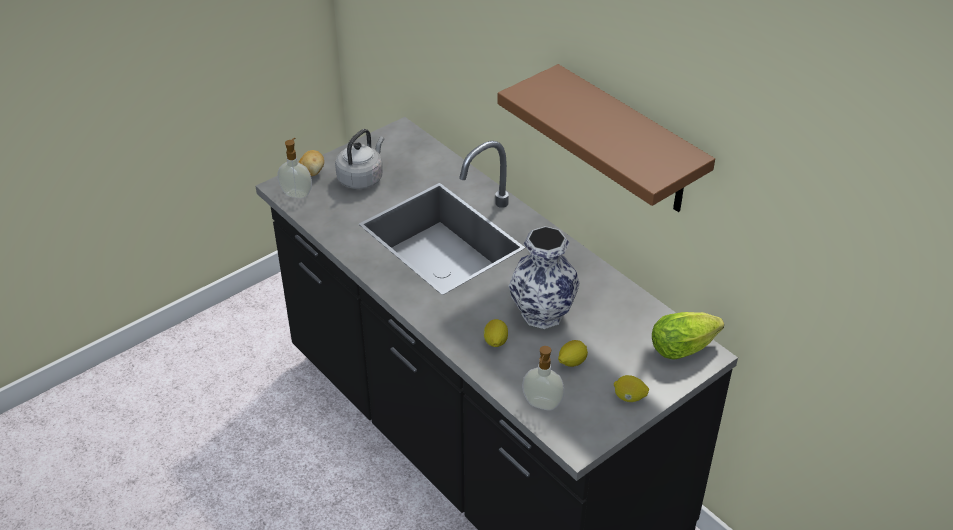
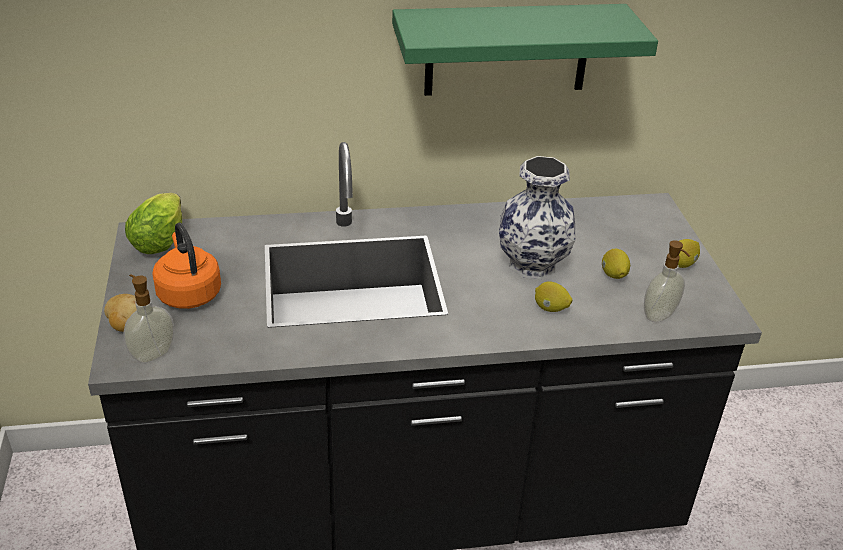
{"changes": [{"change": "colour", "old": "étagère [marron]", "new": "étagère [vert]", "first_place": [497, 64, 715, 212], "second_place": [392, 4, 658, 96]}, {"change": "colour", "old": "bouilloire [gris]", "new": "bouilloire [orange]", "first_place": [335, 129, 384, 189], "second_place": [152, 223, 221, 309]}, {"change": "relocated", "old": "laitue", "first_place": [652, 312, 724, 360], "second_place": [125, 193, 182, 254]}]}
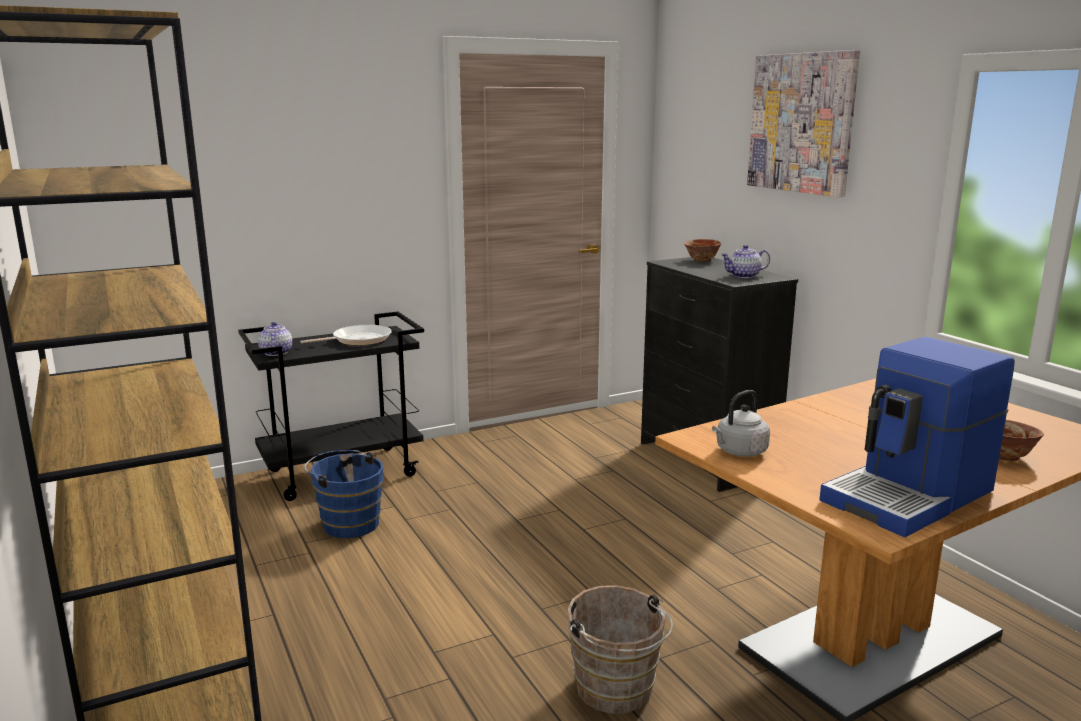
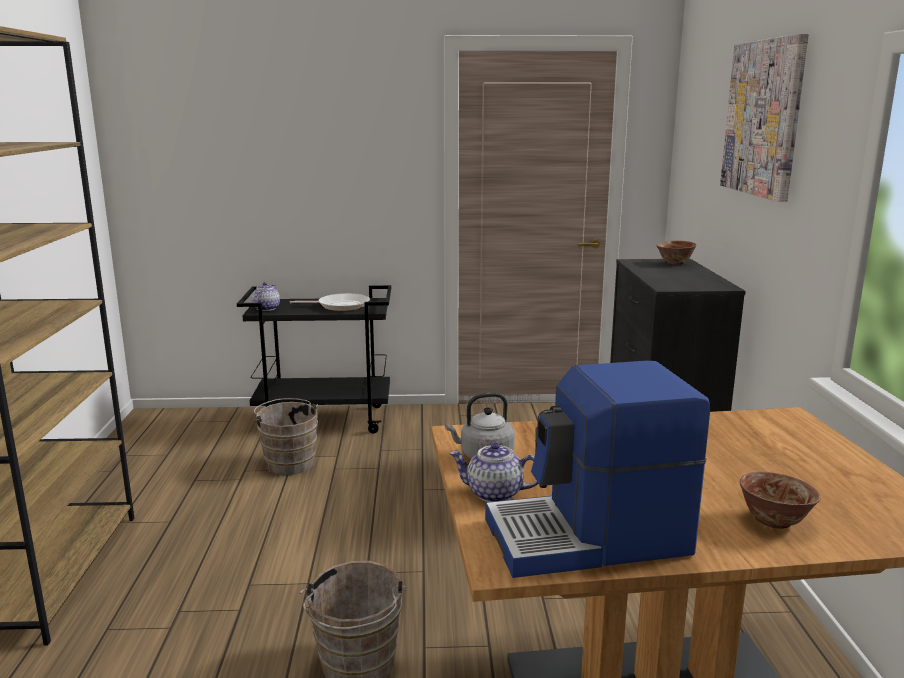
{"changes": [{"change": "relocated", "old": "théière", "first_place": [721, 245, 770, 278], "second_place": [449, 442, 539, 502]}, {"change": "colour", "old": "seau [bleu]", "new": "seau [marron]", "first_place": [304, 450, 383, 538], "second_place": [254, 398, 318, 475]}]}
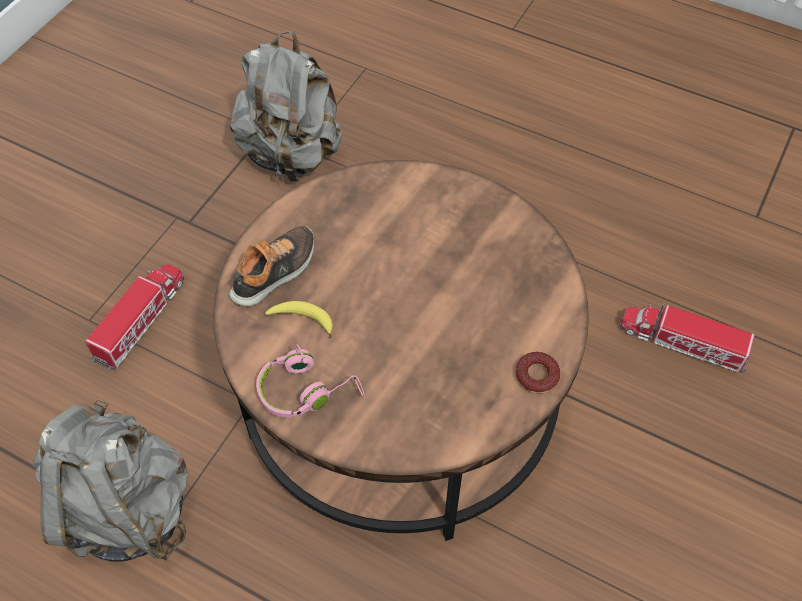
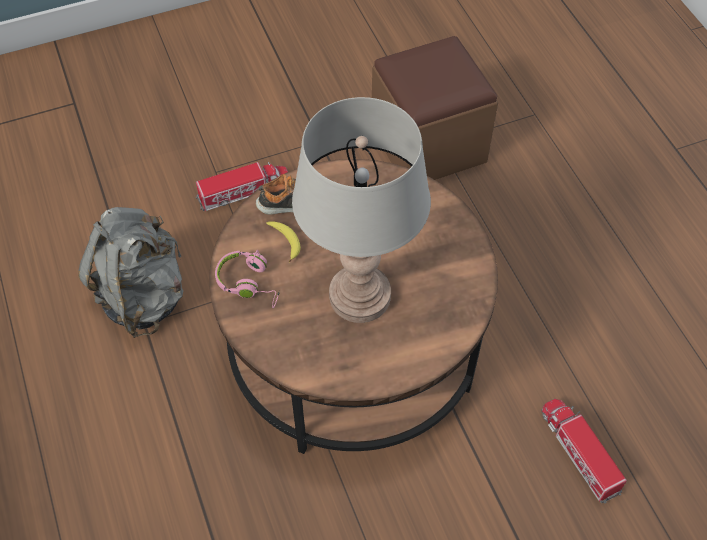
{"changes": [{"change": "exchanged", "old": "sac à dos [gris]", "new": "pouf [marron]", "first_place": [230, 31, 342, 182], "second_place": [372, 36, 498, 180]}, {"change": "missing", "old": "beignet", "first_place": [516, 352, 560, 393]}, {"change": "appeared", "new": "lampe de table [gris]", "second_place": [292, 97, 431, 323]}]}
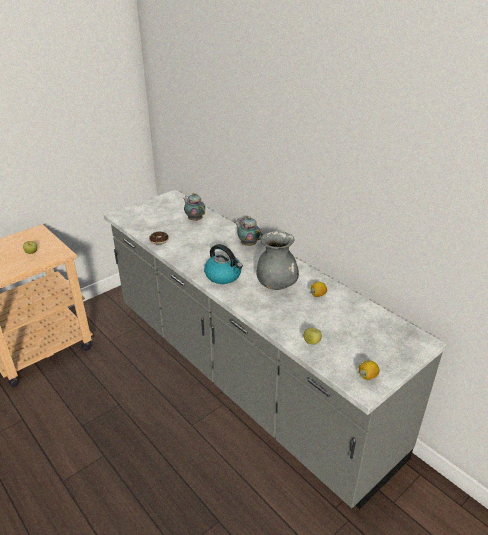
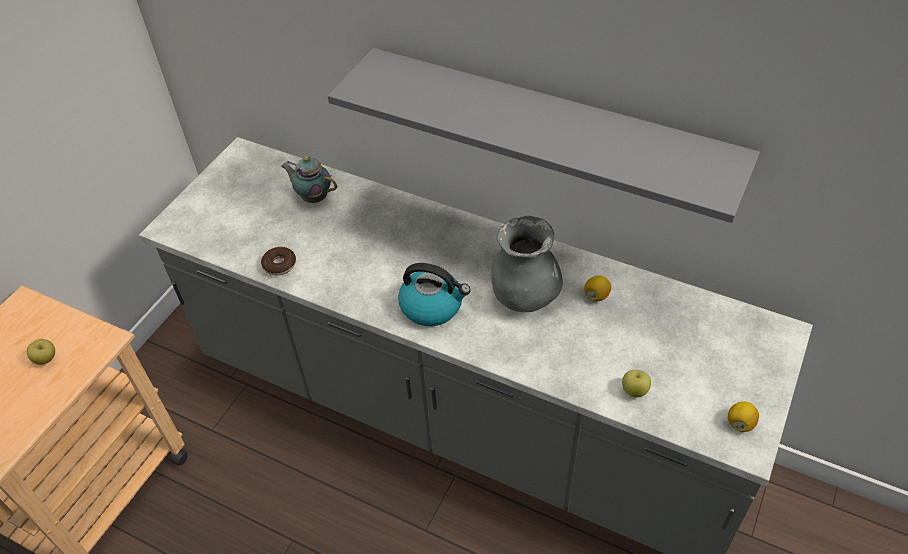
{"changes": [{"change": "missing", "old": "théière", "first_place": [235, 216, 263, 246]}, {"change": "appeared", "new": "étagère [gris]", "second_place": [328, 48, 760, 223]}]}
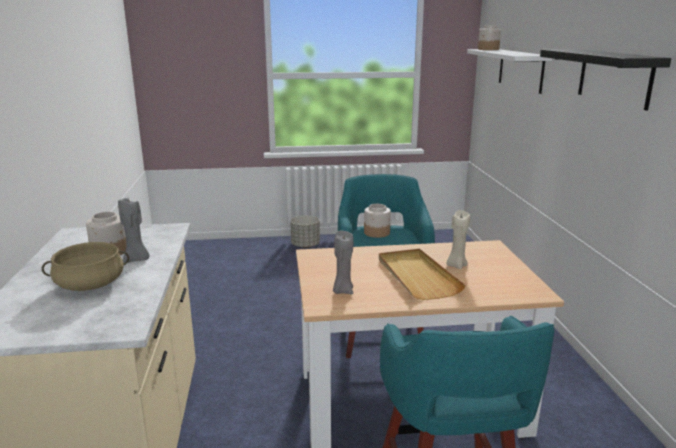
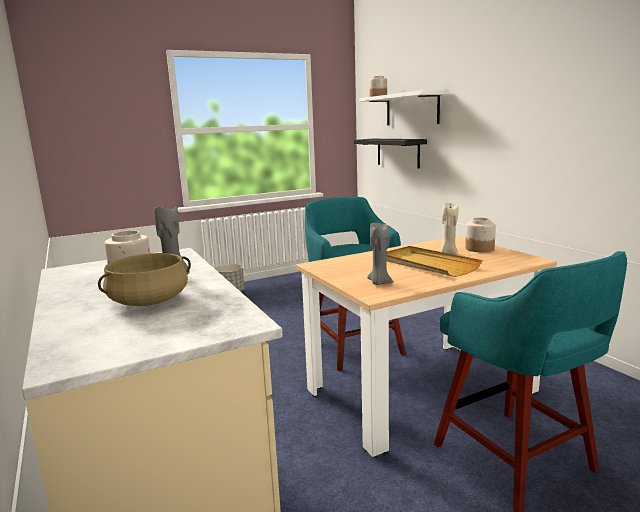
{"changes": [{"change": "relocated", "old": "étagère [noir]", "first_place": [540, 49, 671, 111], "second_place": [354, 139, 427, 168]}, {"change": "relocated", "old": "bocal", "first_place": [364, 204, 391, 238], "second_place": [465, 217, 496, 252]}]}
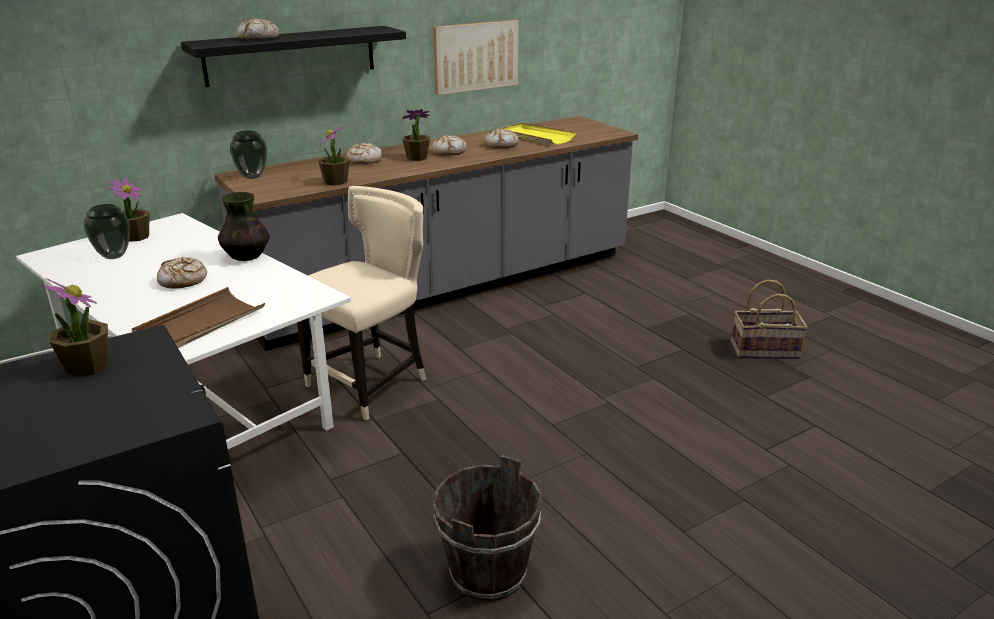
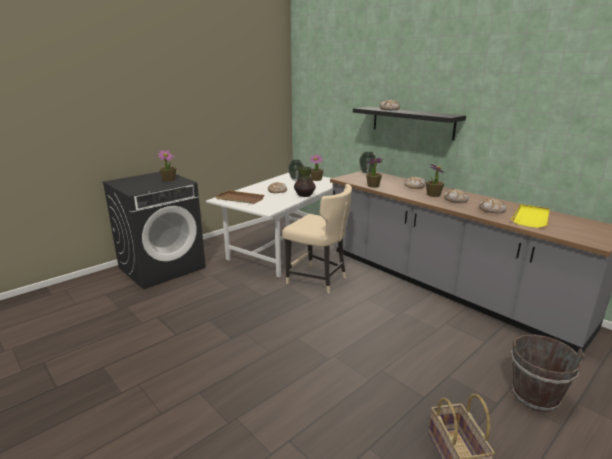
{"changes": [{"change": "missing", "old": "tableau", "first_place": [433, 20, 519, 95]}, {"change": "relocated", "old": "seau [marron]", "first_place": [432, 456, 542, 601], "second_place": [511, 334, 585, 412]}]}
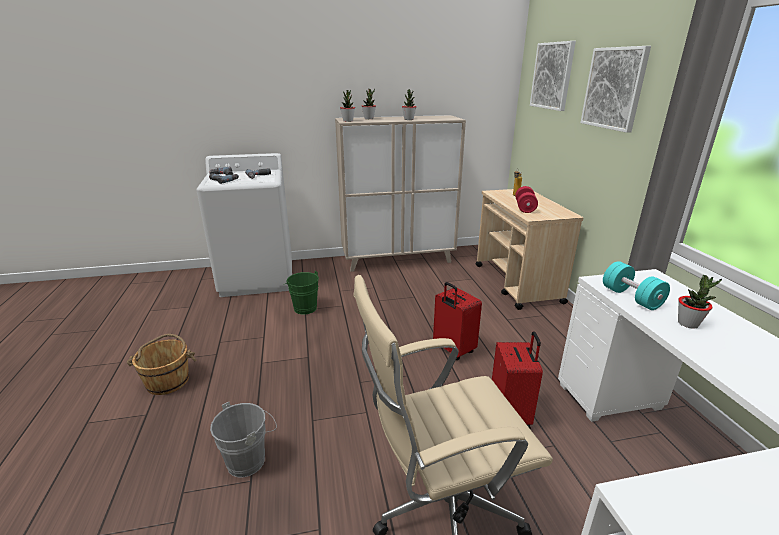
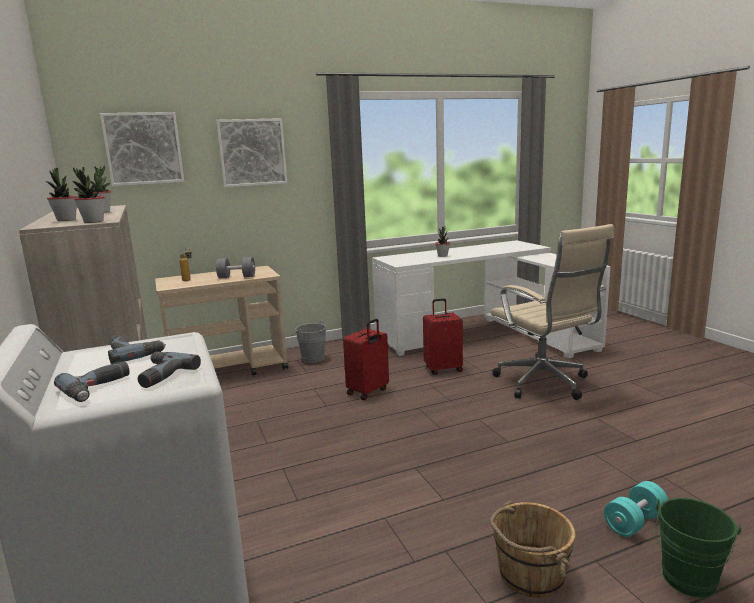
{"changes": [{"change": "colour", "old": "haltère [rouge]", "new": "haltère [gris]", "first_place": [515, 186, 538, 213], "second_place": [216, 257, 255, 278]}, {"change": "relocated", "old": "haltère [turquoise]", "first_place": [603, 261, 670, 310], "second_place": [604, 481, 668, 537]}, {"change": "relocated", "old": "seau [vert]", "first_place": [283, 271, 319, 315], "second_place": [655, 498, 741, 598]}, {"change": "relocated", "old": "seau [gris]", "first_place": [210, 402, 277, 477], "second_place": [291, 320, 326, 363]}]}
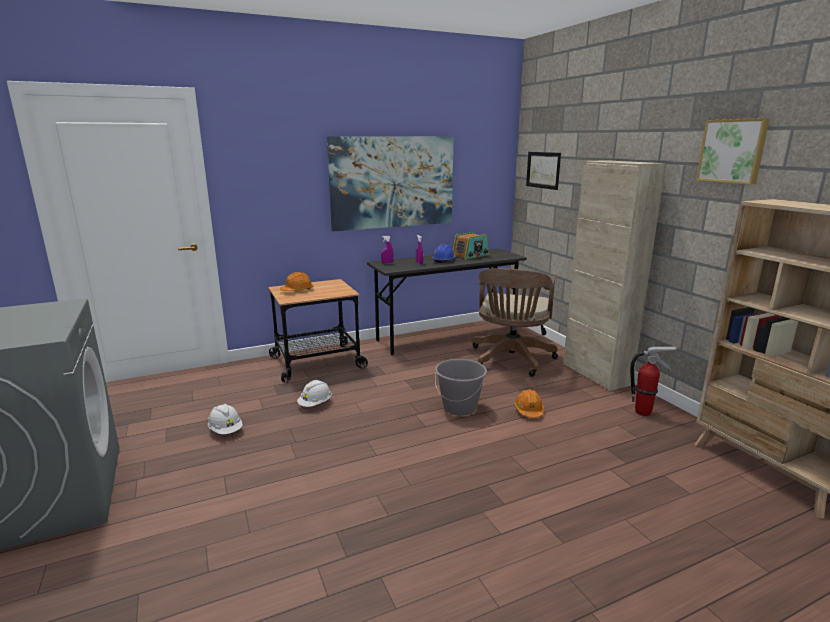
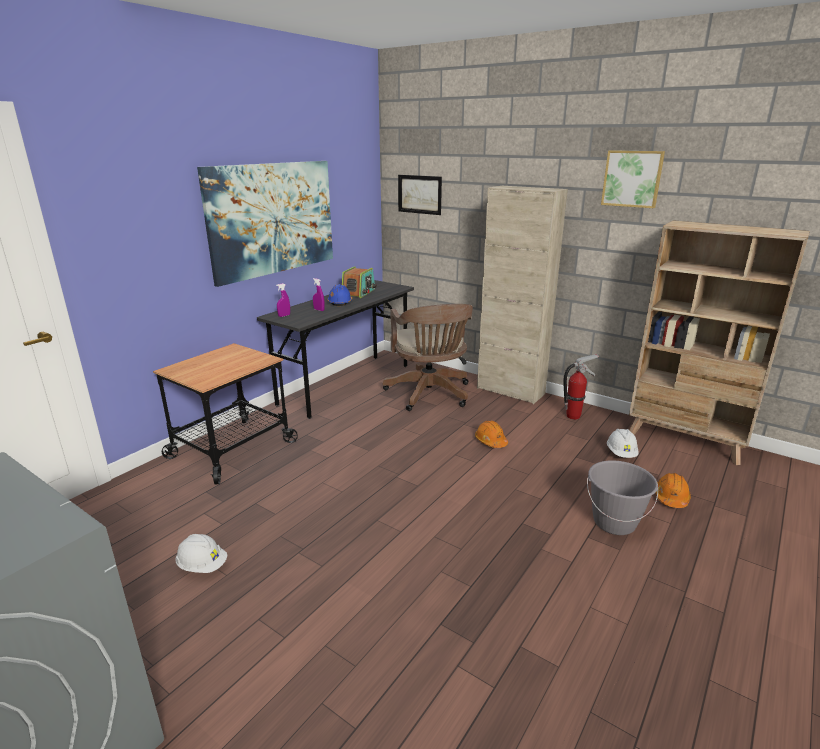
{"changes": [{"change": "relocated", "old": "casque de chantier [orange]", "first_place": [280, 272, 313, 291], "second_place": [656, 473, 691, 508]}, {"change": "relocated", "old": "seau [gris]", "first_place": [435, 359, 487, 416], "second_place": [587, 460, 658, 535]}, {"change": "relocated", "old": "casque de chantier [blanc]", "first_place": [297, 380, 332, 407], "second_place": [607, 429, 639, 458]}]}
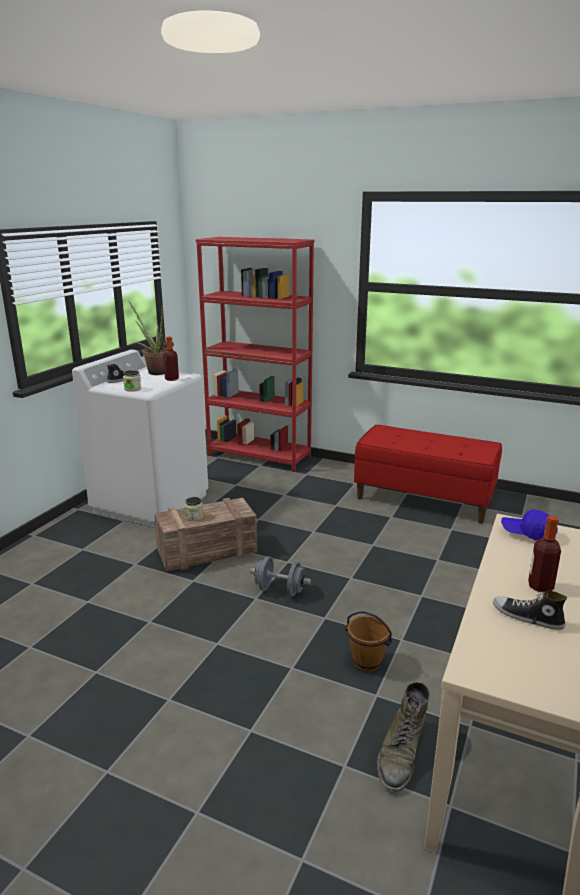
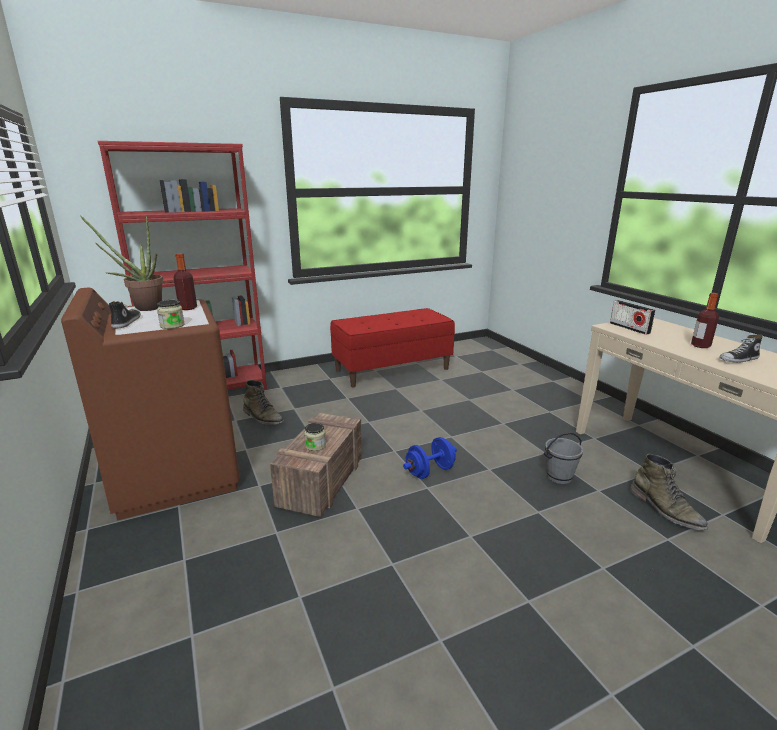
{"changes": [{"change": "colour", "old": "lave-linge [blanc]", "new": "lave-linge [marron]", "first_place": [72, 350, 208, 528], "second_place": [61, 287, 240, 521]}, {"change": "exchanged", "old": "casquette [bleu]", "new": "radio", "first_place": [501, 509, 558, 541], "second_place": [610, 300, 656, 335]}, {"change": "colour", "old": "haltère [gris]", "new": "haltère [bleu]", "first_place": [250, 556, 311, 596], "second_place": [403, 437, 457, 479]}, {"change": "colour", "old": "seau [marron]", "new": "seau [gris]", "first_place": [345, 611, 393, 672], "second_place": [544, 432, 583, 484]}, {"change": "appeared", "new": "botte [vert]", "second_place": [243, 380, 284, 425]}]}
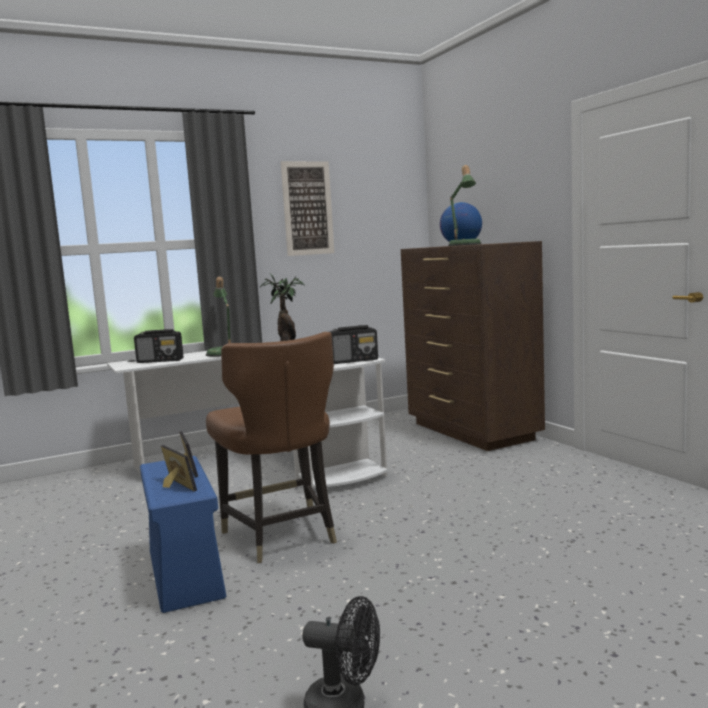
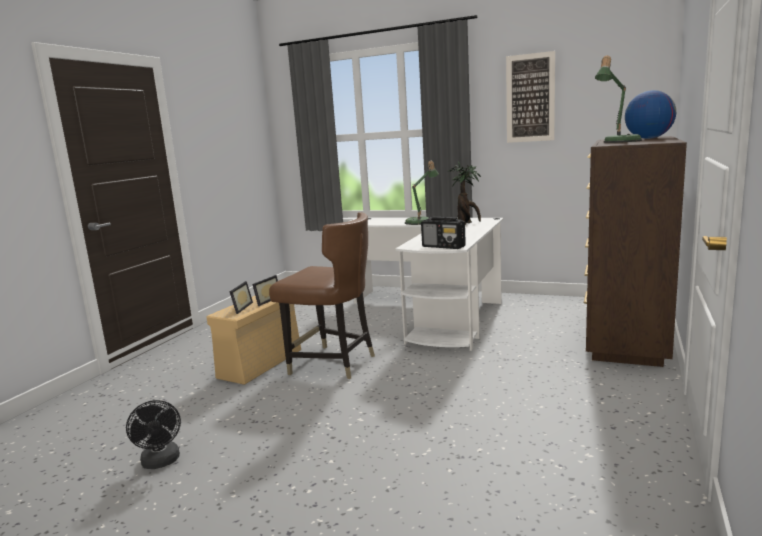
{"changes": [{"change": "missing", "old": "radio", "first_place": [134, 329, 183, 363]}, {"change": "spun", "old": "chaise [marron]", "first_place": [206, 332, 337, 563], "second_place": [269, 212, 375, 379], "degrees": -90}, {"change": "colour", "old": "boîte de rangement [bleu]", "new": "boîte de rangement [beige]", "first_place": [140, 456, 226, 613], "second_place": [207, 296, 301, 385]}]}
